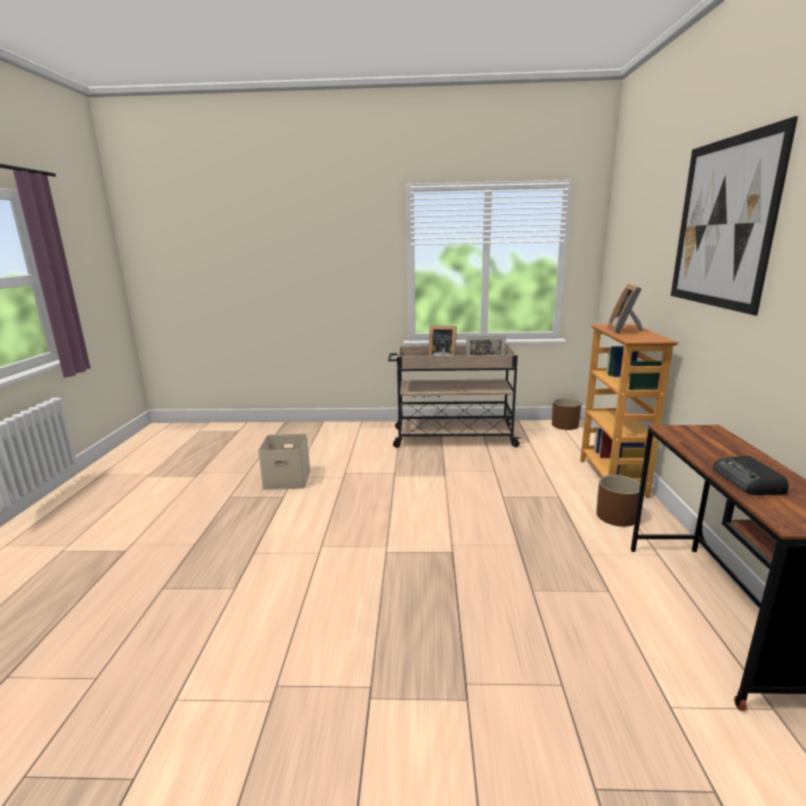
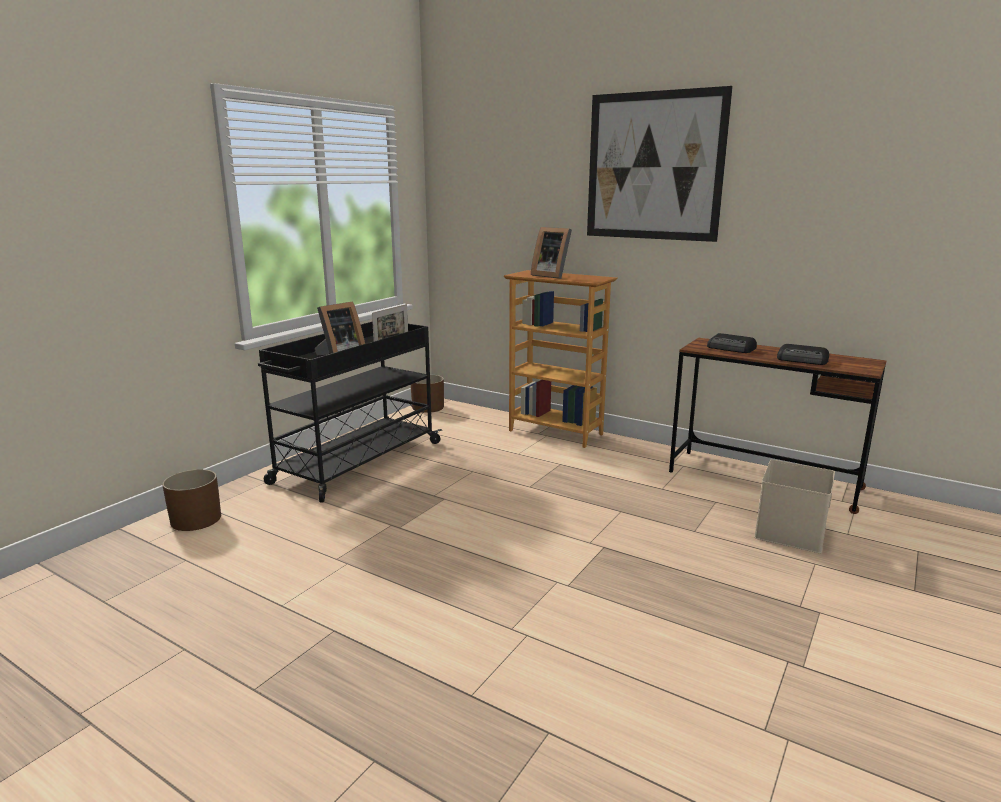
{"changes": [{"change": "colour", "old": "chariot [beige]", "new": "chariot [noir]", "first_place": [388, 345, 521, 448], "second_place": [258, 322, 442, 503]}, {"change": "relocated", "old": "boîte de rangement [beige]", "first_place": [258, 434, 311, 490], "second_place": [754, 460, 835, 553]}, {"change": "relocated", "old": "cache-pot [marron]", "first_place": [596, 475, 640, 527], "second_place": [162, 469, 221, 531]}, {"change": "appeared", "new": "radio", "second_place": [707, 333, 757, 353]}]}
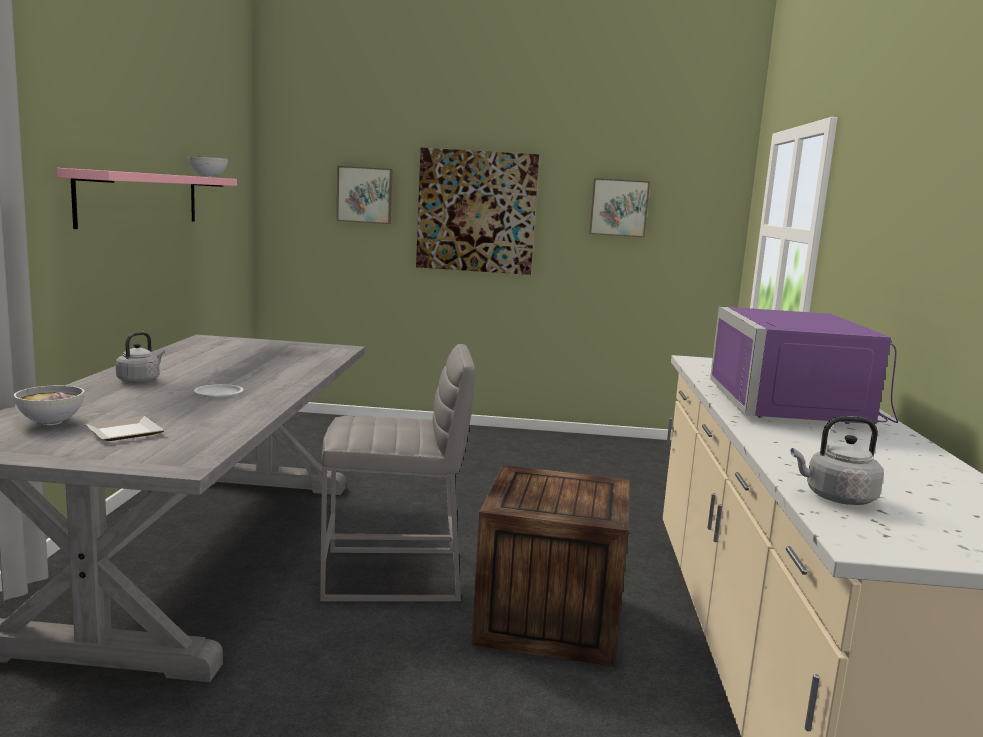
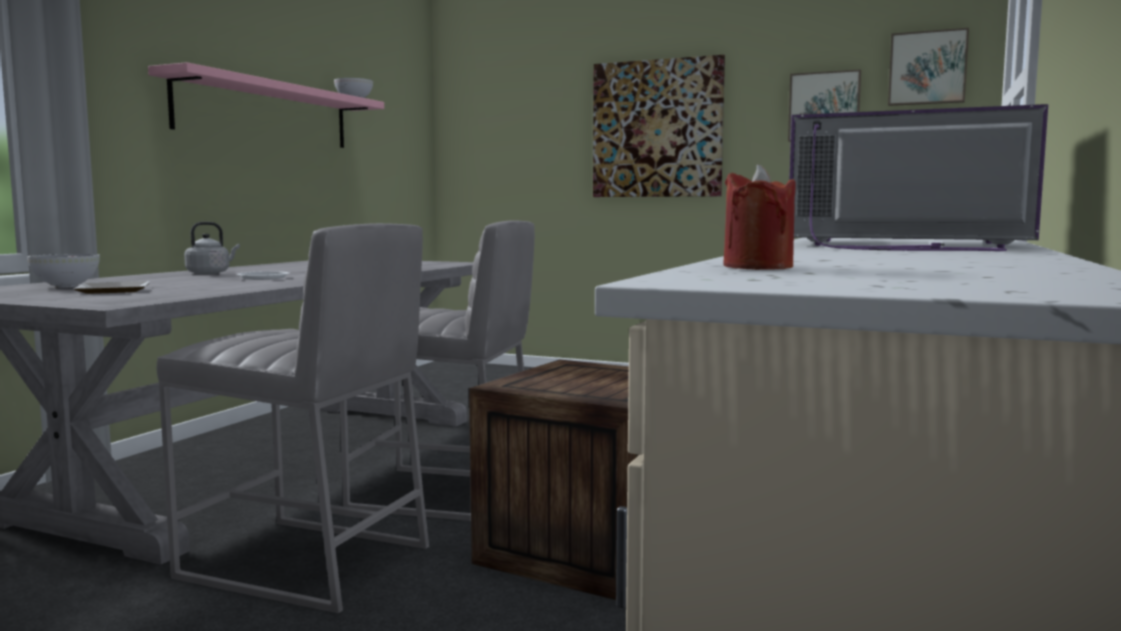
{"changes": [{"change": "relocated", "old": "tableau", "first_place": [336, 166, 393, 224], "second_place": [888, 28, 969, 106]}, {"change": "spun", "old": "micro-ondes [violet]", "first_place": [710, 306, 898, 424], "second_place": [789, 104, 1048, 251], "degrees": 90}, {"change": "exchanged", "old": "bouilloire [gris]", "new": "bougie [rouge]", "first_place": [791, 416, 884, 505], "second_place": [723, 164, 796, 270]}, {"change": "appeared", "new": "tabouret [gris]", "second_place": [157, 223, 429, 613]}]}
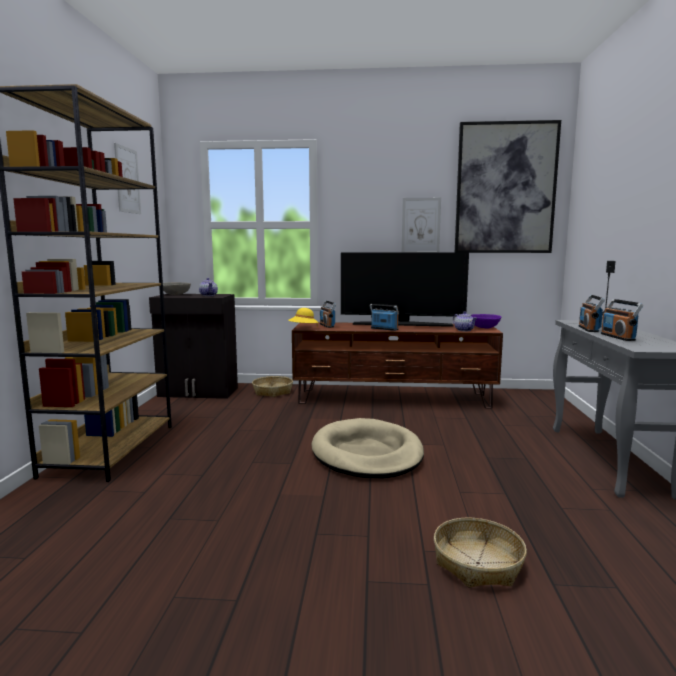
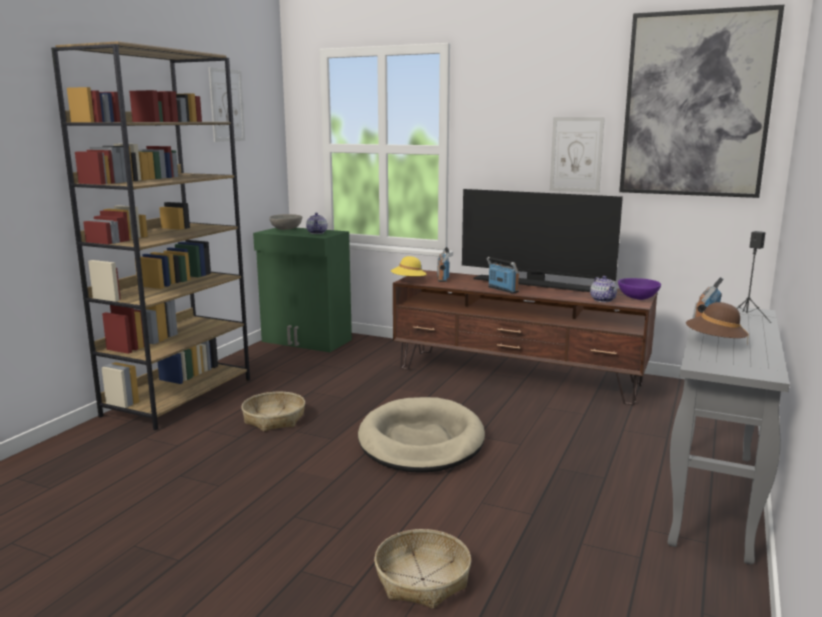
{"changes": [{"change": "colour", "old": "meuble de rangement [noir]", "new": "meuble de rangement [vert]", "first_place": [149, 294, 238, 399], "second_place": [253, 228, 352, 352]}, {"change": "exchanged", "old": "radio", "new": "chapeau [marron]", "first_place": [601, 299, 643, 341], "second_place": [686, 302, 749, 344]}, {"change": "relocated", "old": "panier", "first_place": [252, 376, 293, 397], "second_place": [241, 392, 305, 431]}]}
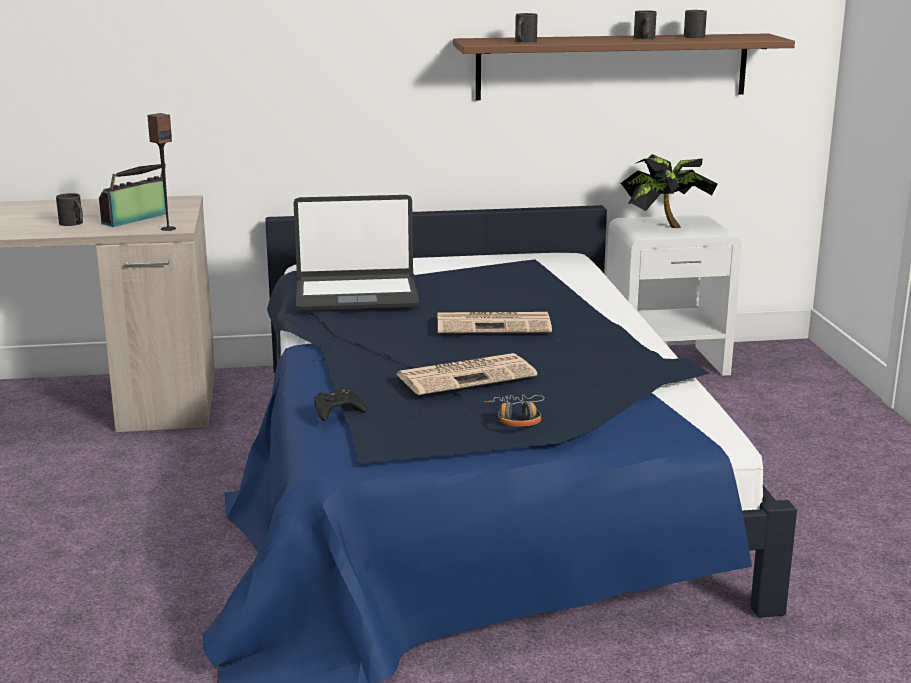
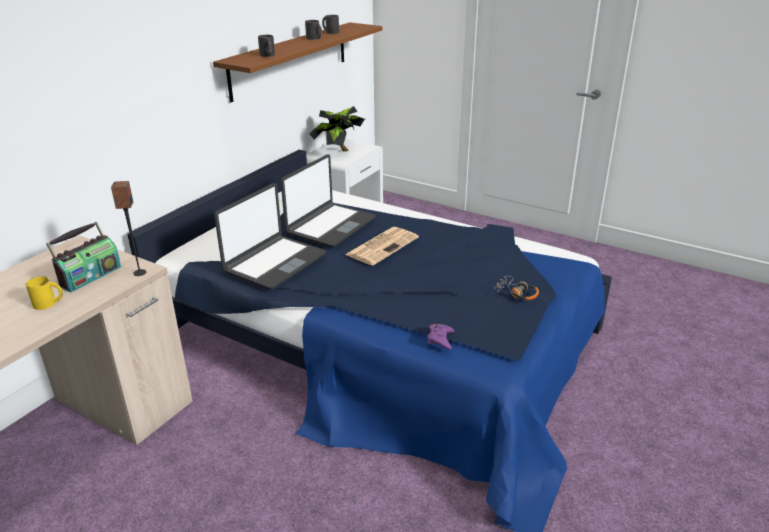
{"changes": [{"change": "spun", "old": "radio", "first_place": [99, 164, 166, 227], "second_place": [46, 222, 121, 292], "degrees": -135}, {"change": "colour", "old": "mug [noir]", "new": "mug [jaune]", "first_place": [56, 193, 83, 226], "second_place": [26, 276, 63, 310]}, {"change": "missing", "old": "journal", "first_place": [397, 353, 537, 395]}, {"change": "colour", "old": "manette [noir]", "new": "manette [violet]", "first_place": [314, 389, 367, 421], "second_place": [428, 324, 454, 350]}, {"change": "appeared", "new": "ordinateur portable", "second_place": [281, 154, 376, 247]}]}
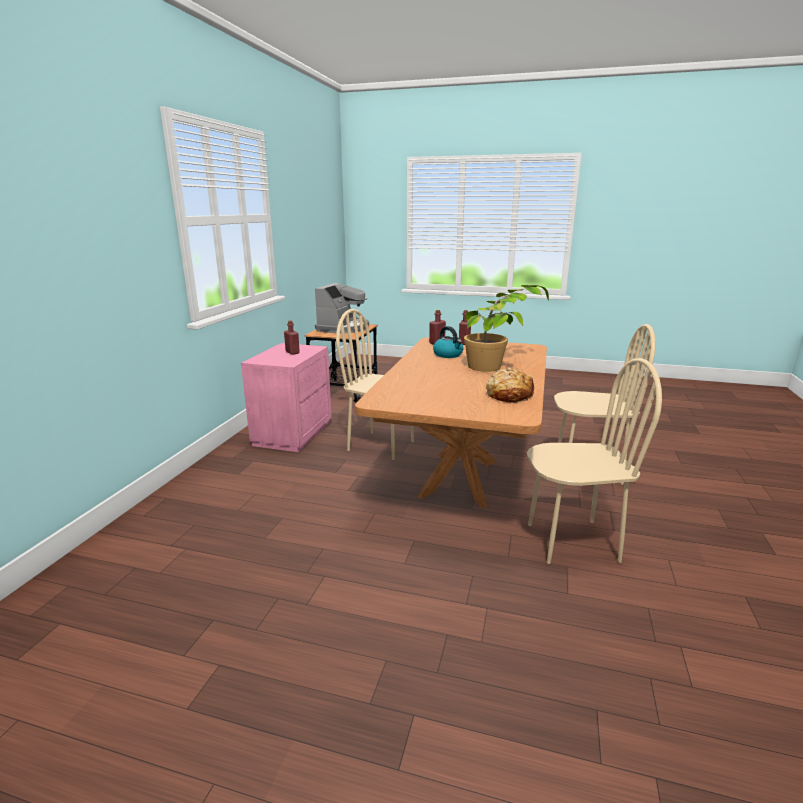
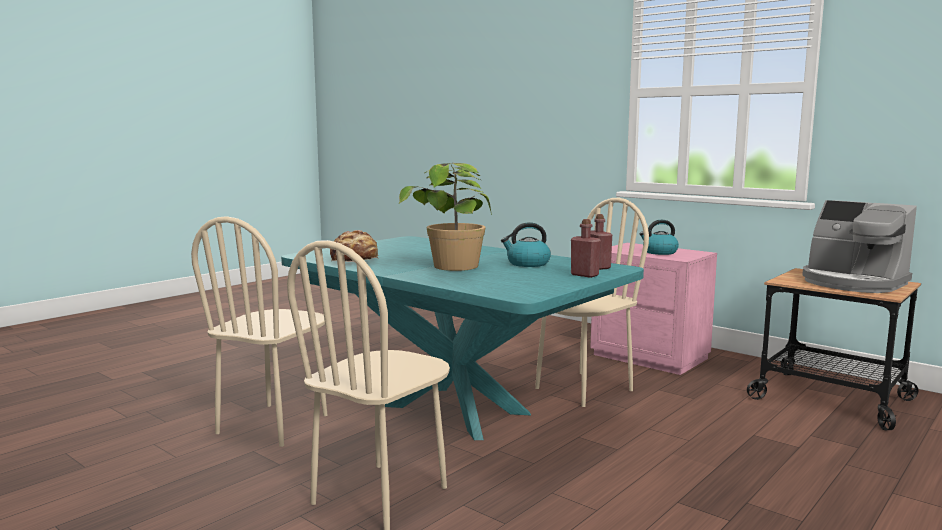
{"changes": [{"change": "exchanged", "old": "bouteille [rouge]", "new": "bouilloire", "first_place": [284, 321, 300, 355], "second_place": [639, 220, 679, 255]}, {"change": "colour", "old": "table à manger [marron]", "new": "table à manger [turquoise]", "first_place": [355, 337, 547, 509], "second_place": [281, 236, 644, 440]}]}
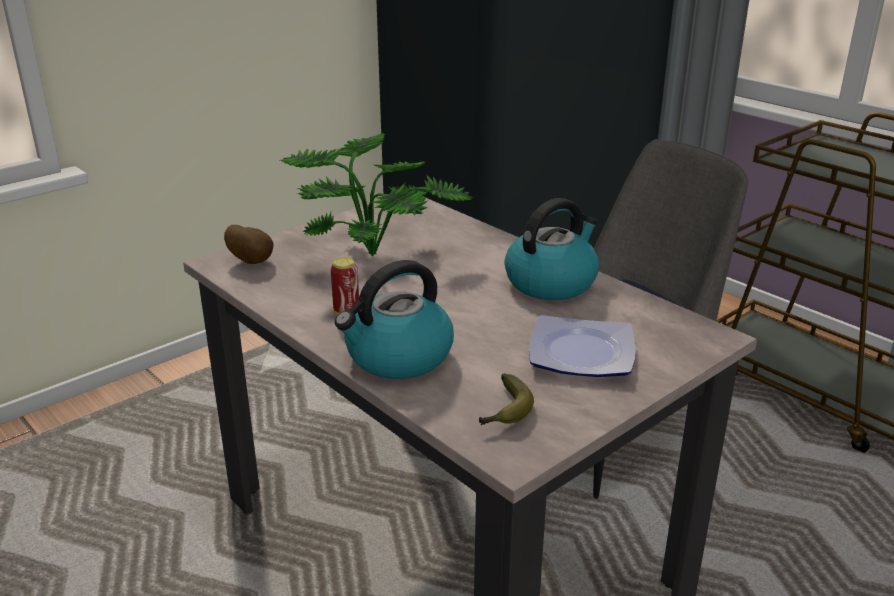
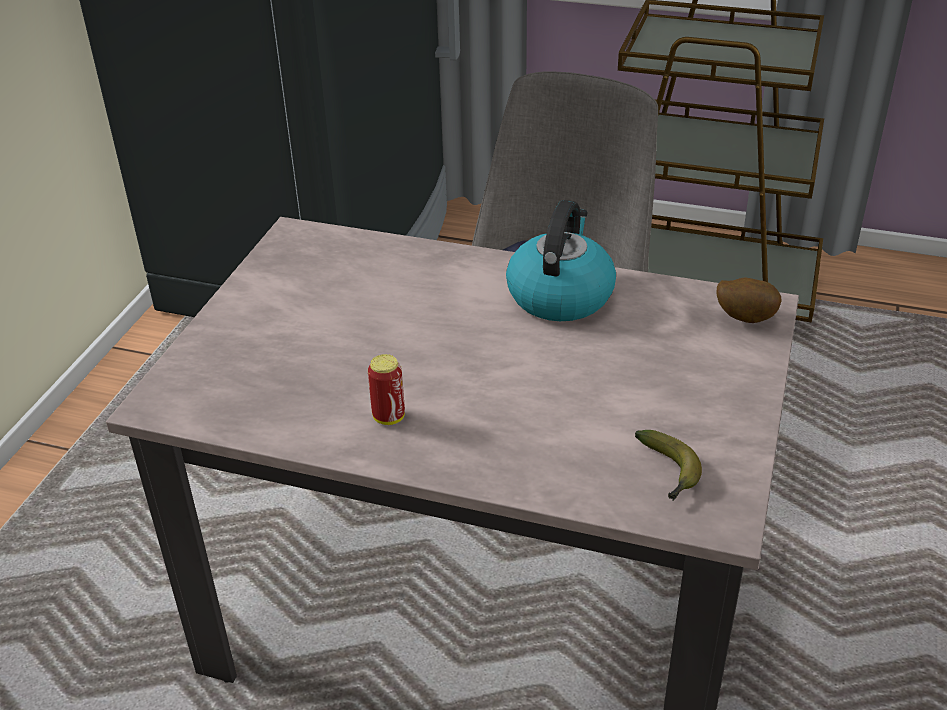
{"changes": [{"change": "missing", "old": "plante en pot", "first_place": [280, 133, 473, 256]}, {"change": "relocated", "old": "pomme de terre", "first_place": [224, 225, 273, 264], "second_place": [716, 277, 782, 323]}, {"change": "missing", "old": "bouilloire", "first_place": [335, 260, 454, 379]}, {"change": "missing", "old": "assiette", "first_place": [529, 315, 636, 377]}]}
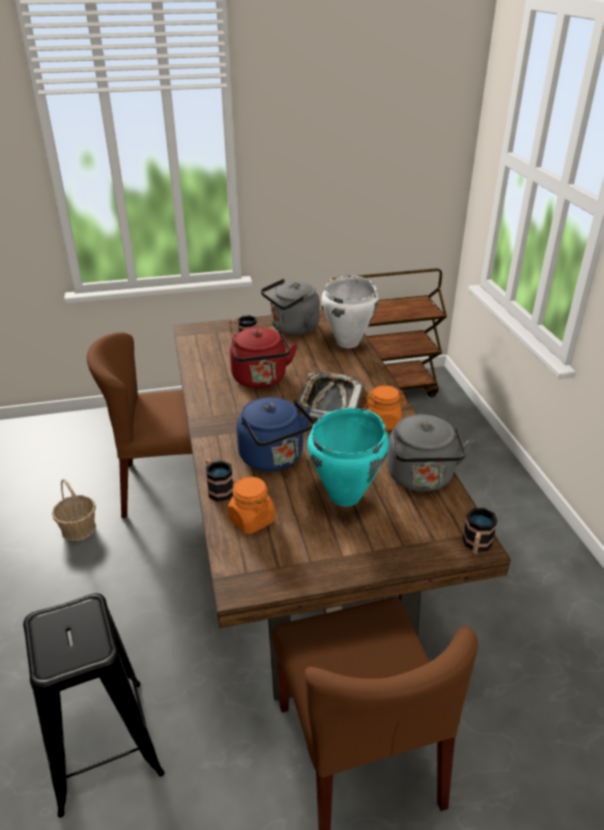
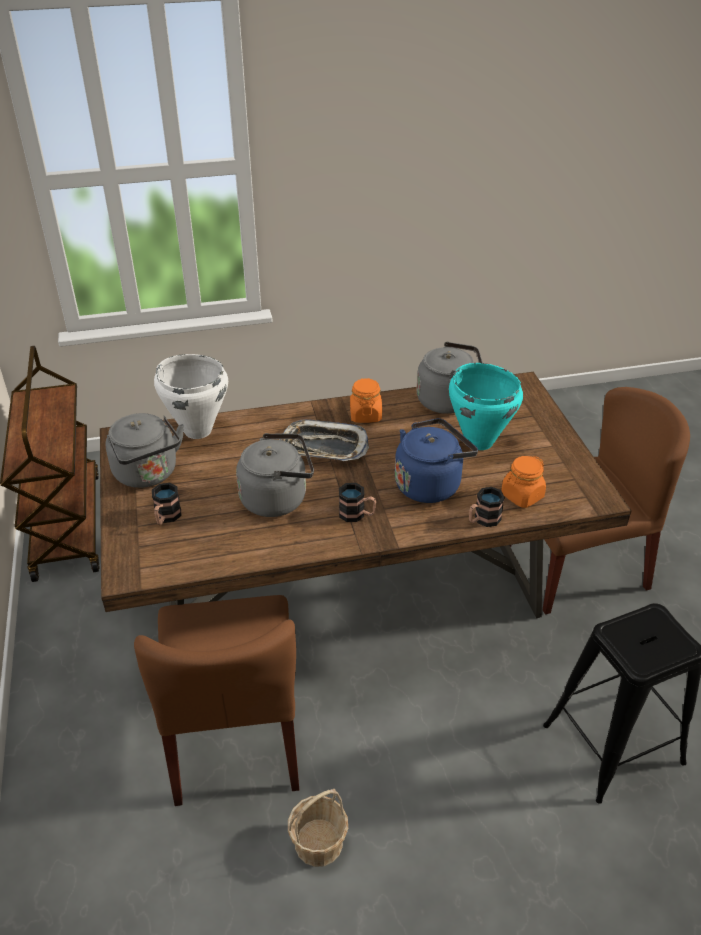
{"changes": [{"change": "colour", "old": "bouilloire [rouge]", "new": "bouilloire [gris]", "first_place": [230, 327, 297, 388], "second_place": [236, 433, 314, 517]}, {"change": "relocated", "old": "mug", "first_place": [463, 508, 498, 555], "second_place": [339, 483, 376, 522]}]}
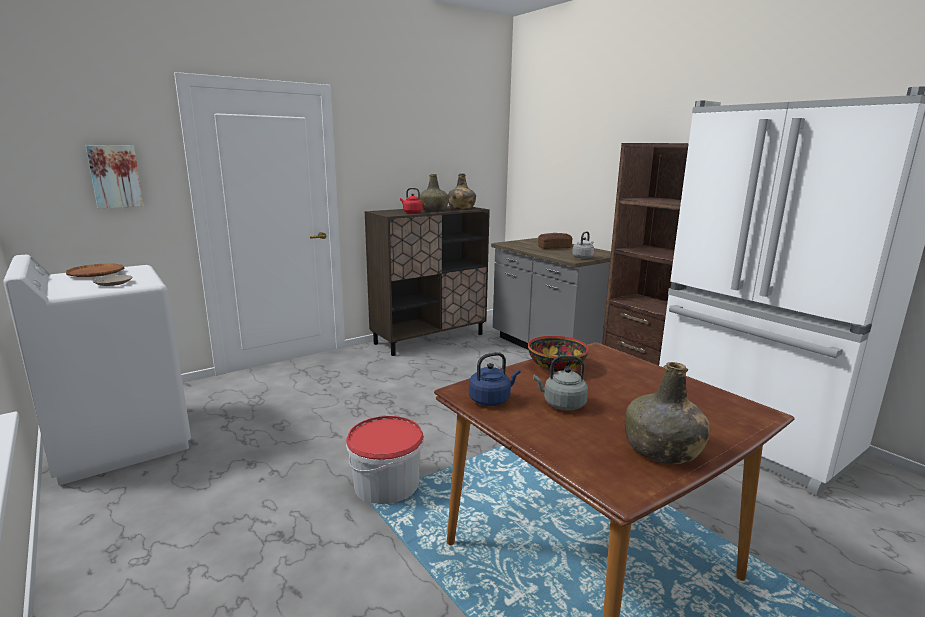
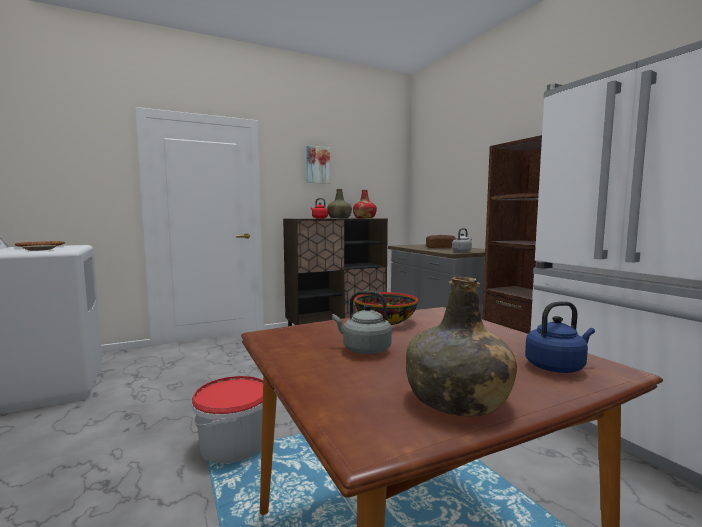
{"changes": [{"change": "relocated", "old": "tableau", "first_place": [86, 145, 144, 208], "second_place": [306, 145, 330, 184]}, {"change": "colour", "old": "bouteille [vert]", "new": "bouteille [rouge]", "first_place": [448, 173, 476, 209], "second_place": [353, 190, 377, 218]}, {"change": "relocated", "old": "bouilloire [bleu]", "first_place": [469, 352, 520, 406], "second_place": [525, 301, 595, 373]}]}
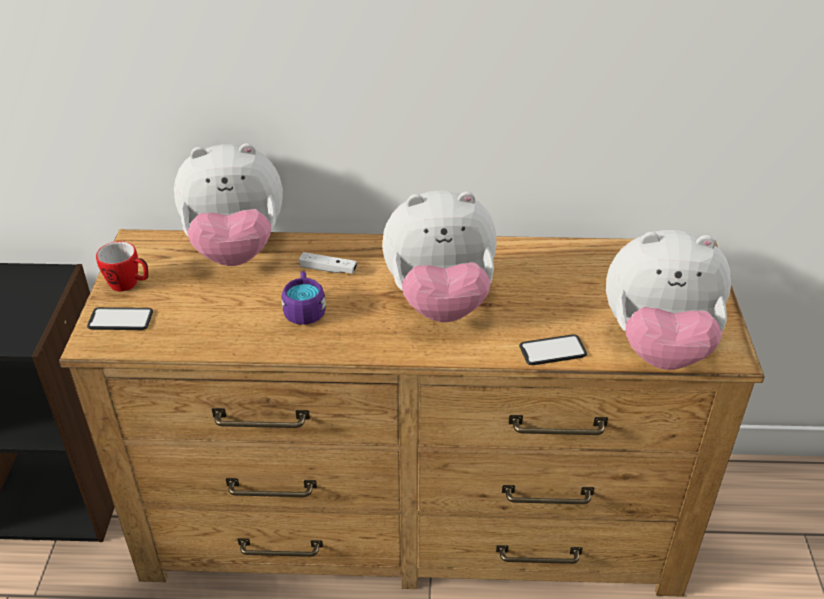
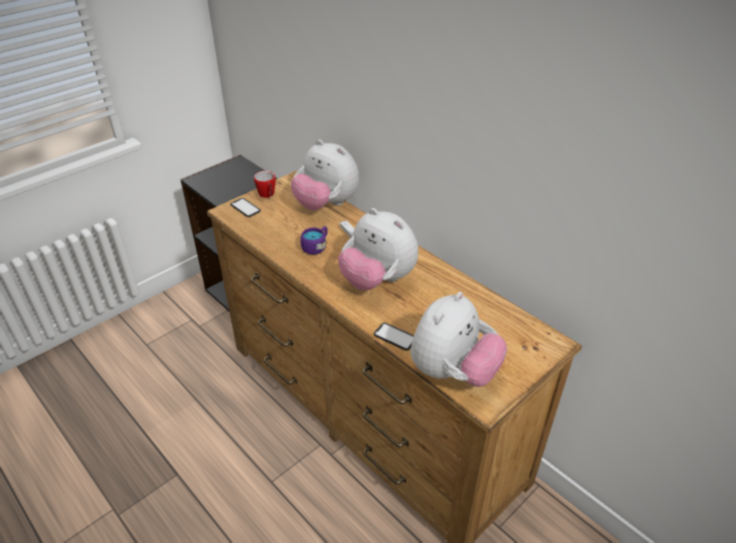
{"changes": [{"change": "spun", "old": "peluche", "first_place": [606, 230, 731, 370], "second_place": [410, 292, 507, 387], "degrees": -105}]}
